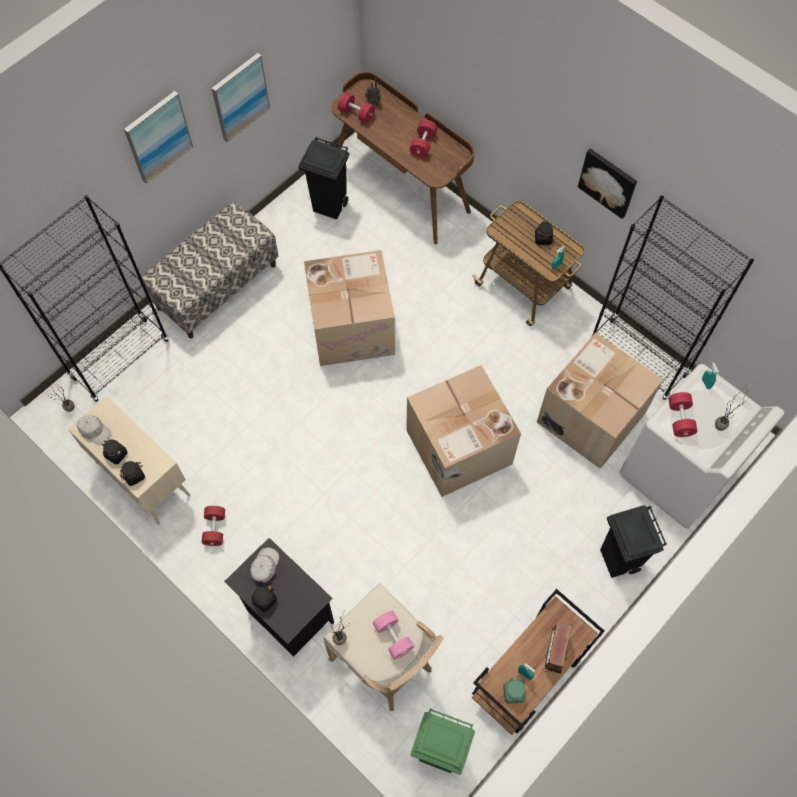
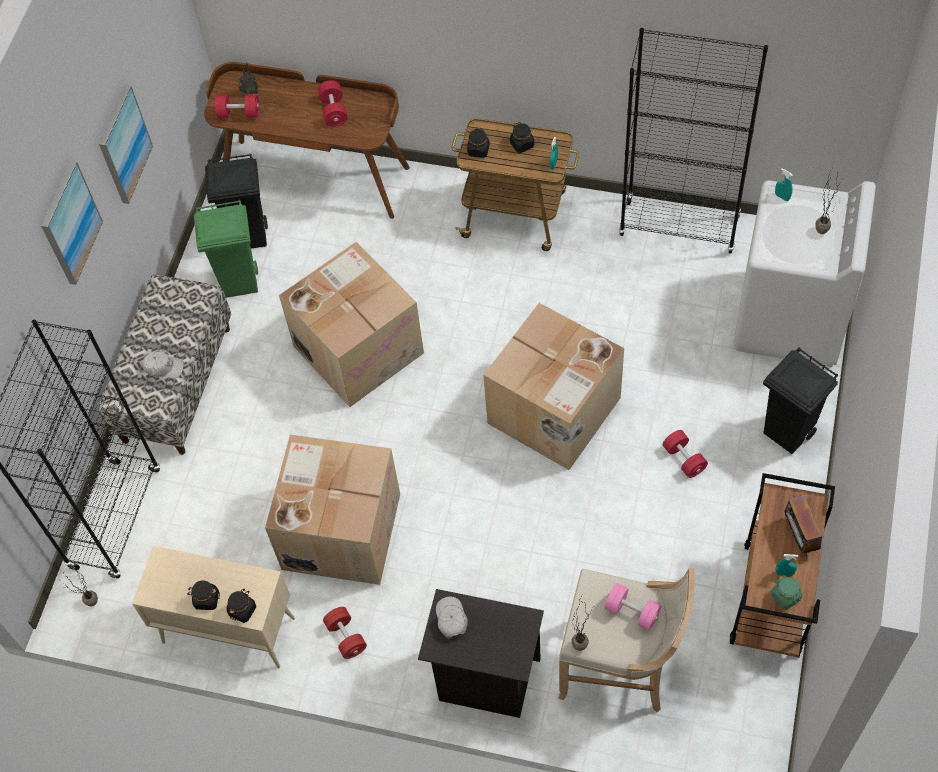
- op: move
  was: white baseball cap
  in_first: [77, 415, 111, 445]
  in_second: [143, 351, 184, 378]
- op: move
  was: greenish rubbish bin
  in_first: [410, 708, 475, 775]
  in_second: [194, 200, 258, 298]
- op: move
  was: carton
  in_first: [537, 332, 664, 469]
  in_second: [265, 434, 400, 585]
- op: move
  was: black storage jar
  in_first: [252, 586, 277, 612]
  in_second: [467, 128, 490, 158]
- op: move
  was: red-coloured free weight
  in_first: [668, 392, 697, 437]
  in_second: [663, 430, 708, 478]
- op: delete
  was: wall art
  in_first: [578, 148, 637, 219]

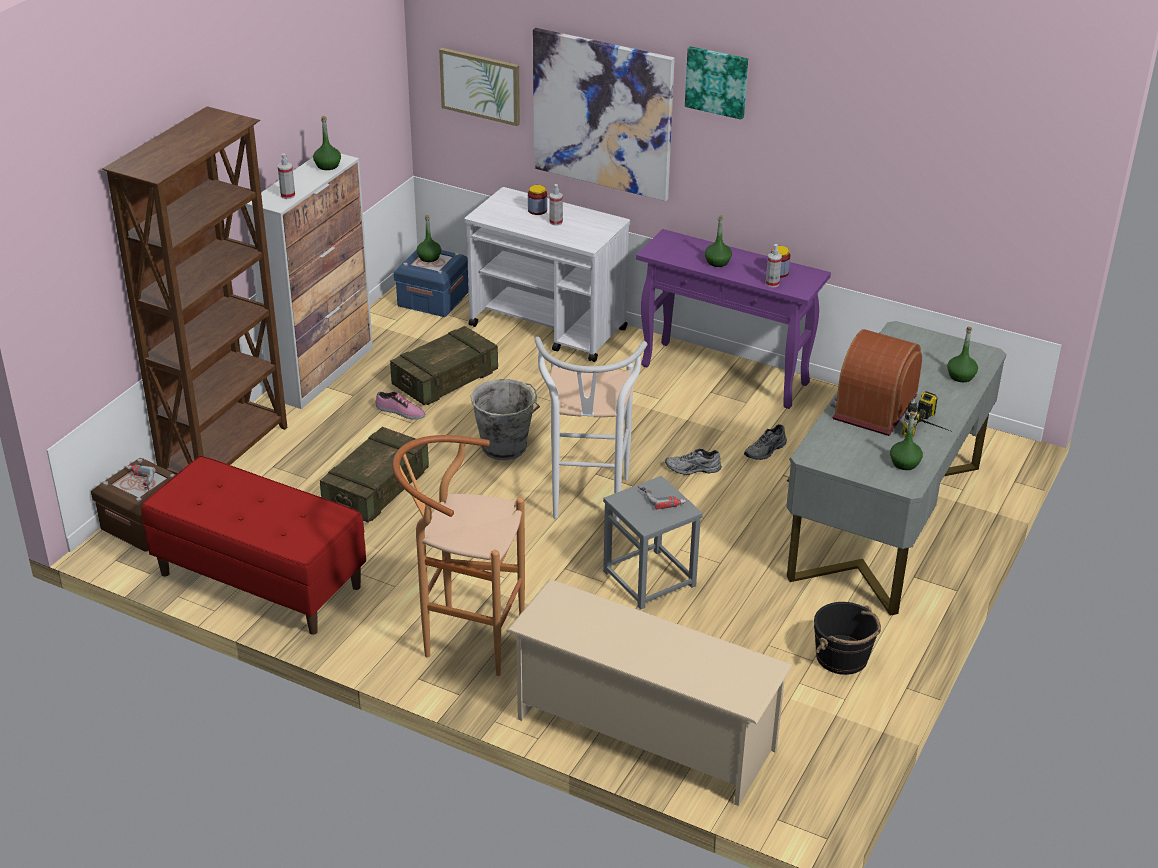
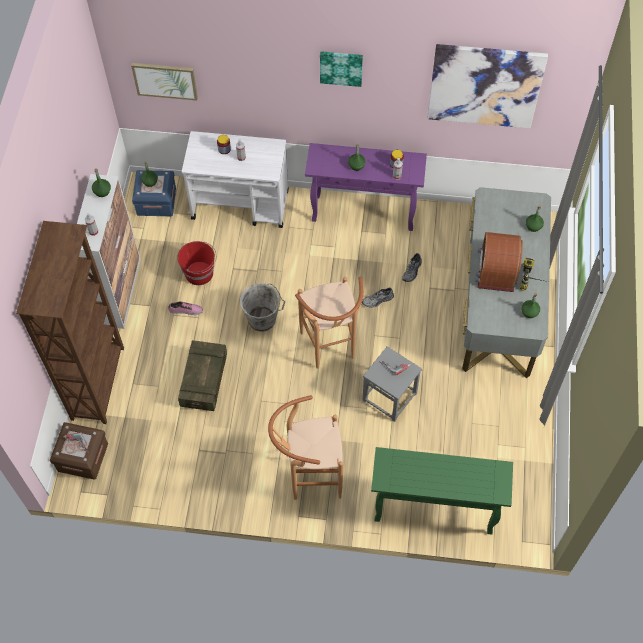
- op: replace
  was: crate
  now: red-coloured pail
  in_first: [390, 326, 498, 405]
  in_second: [177, 241, 217, 285]
- op: recolor
  was: white sitting stool
  now: brown sitting stool
  in_first: [534, 337, 647, 522]
  in_second: [295, 277, 364, 369]
- op: replace
  was: sand-coloured shoe shelf
  now: greenish hall table
  in_first: [507, 579, 792, 806]
  in_second: [371, 447, 513, 535]
- op: move
  was: wall art
  in_first: [533, 28, 675, 201]
  in_second: [427, 44, 548, 128]
- op: delete
  was: red-coloured indoor bench
  in_first: [142, 456, 366, 635]
- op: delete
  was: black pail
  in_first: [814, 602, 881, 675]

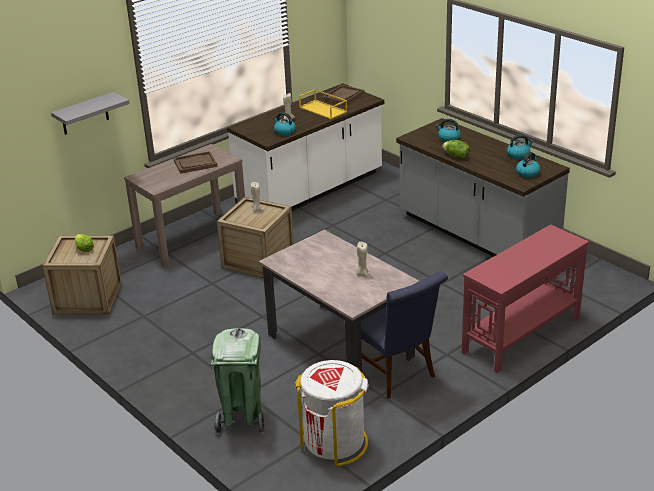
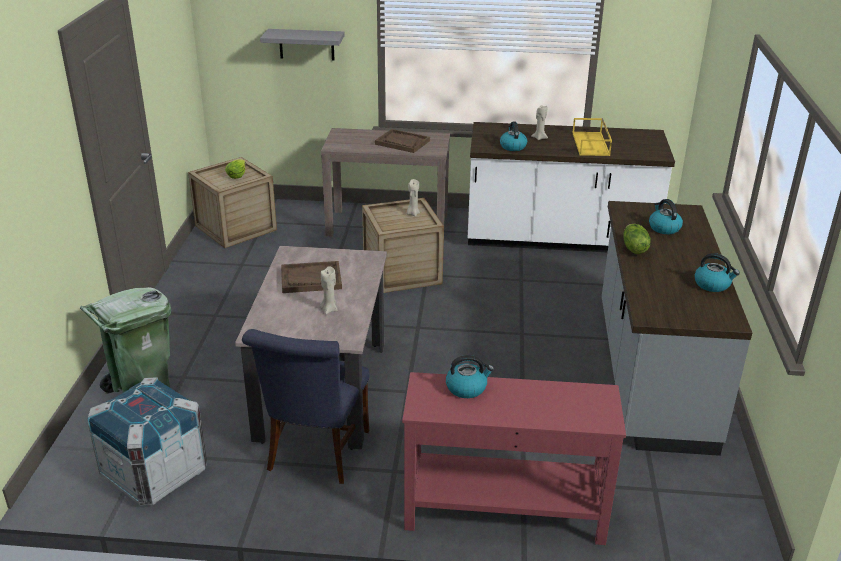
- op: replace
  was: white rubbish bin
  now: crate
  in_first: [295, 360, 369, 467]
  in_second: [87, 377, 207, 506]
- op: move
  was: brown serving tray
  in_first: [322, 85, 364, 105]
  in_second: [281, 261, 342, 293]
- op: move
  was: tea kettle
  in_first: [516, 152, 541, 178]
  in_second: [446, 355, 494, 398]

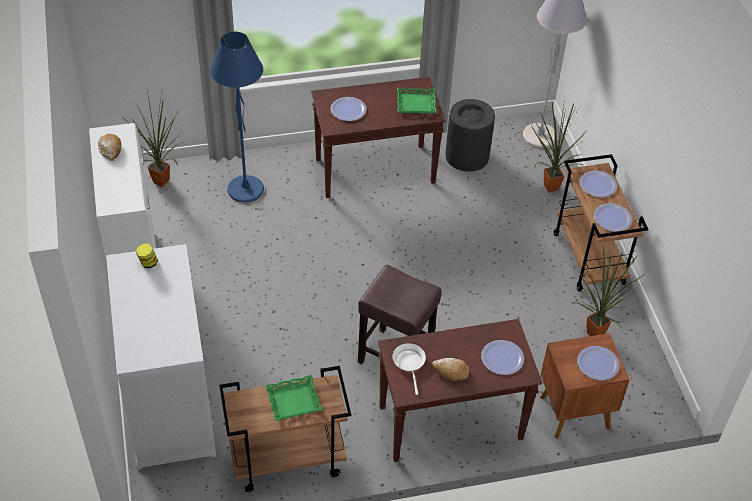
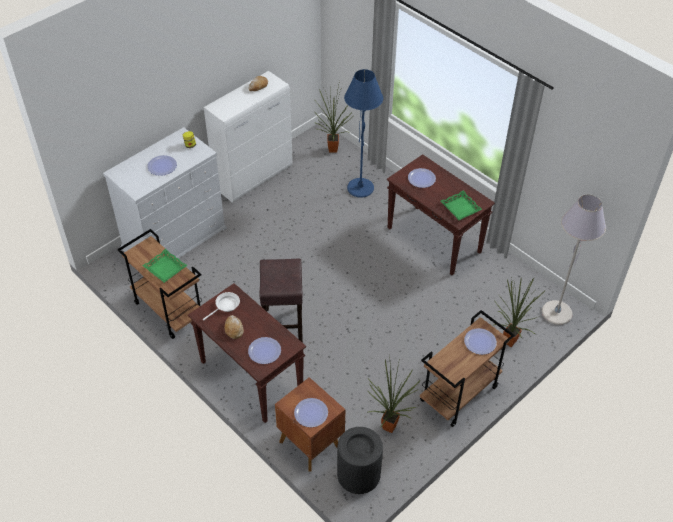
- op: move
  was: plate
  in_first: [594, 203, 632, 232]
  in_second: [147, 155, 177, 176]
- op: move
  was: black rubbish bin
  in_first: [445, 99, 495, 172]
  in_second: [337, 427, 383, 494]

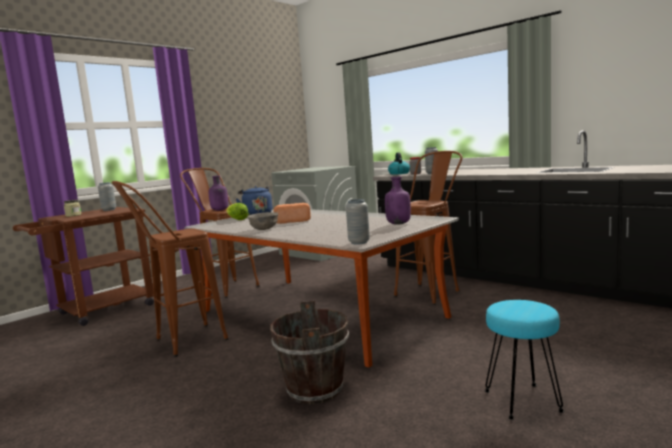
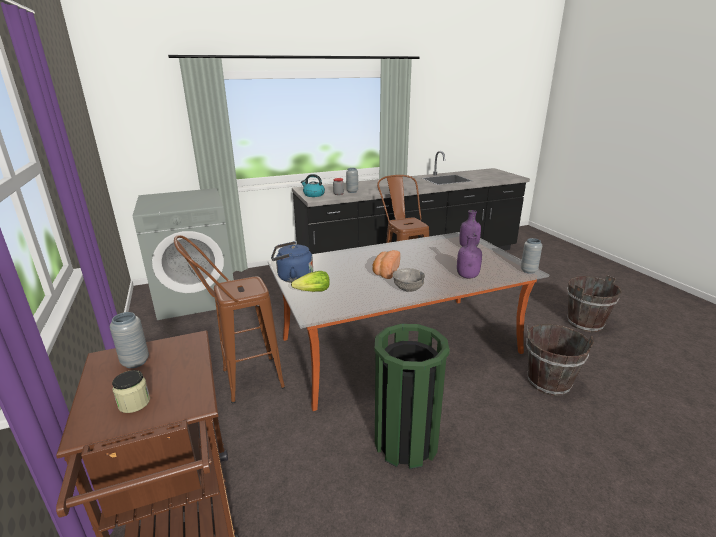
- op: replace
  was: brown sitting stool
  now: greenish rubbish bin
  in_first: [112, 181, 228, 357]
  in_second: [375, 324, 450, 469]
- op: move
  was: purple-coloured beverage bottle
  in_first: [209, 176, 228, 211]
  in_second: [457, 234, 482, 278]
- op: replace
  was: turquoise-coloured sitting stool
  now: brown pail
  in_first: [485, 300, 564, 420]
  in_second: [567, 275, 622, 332]

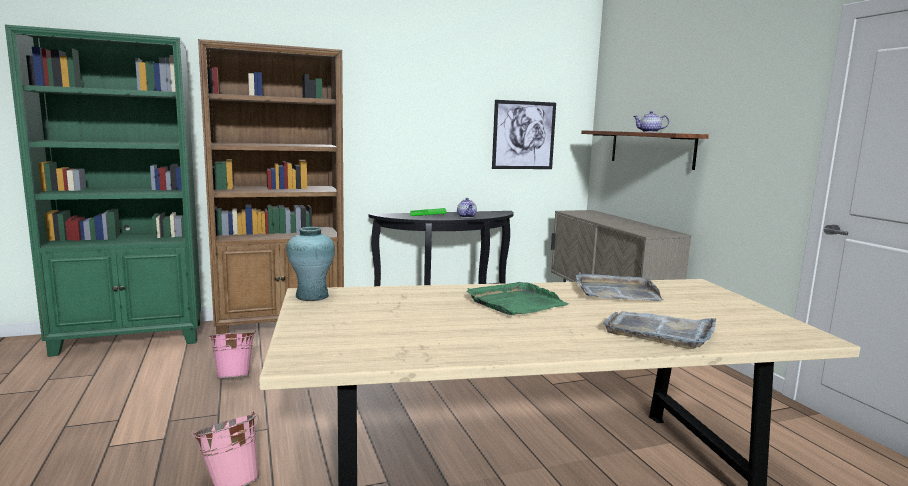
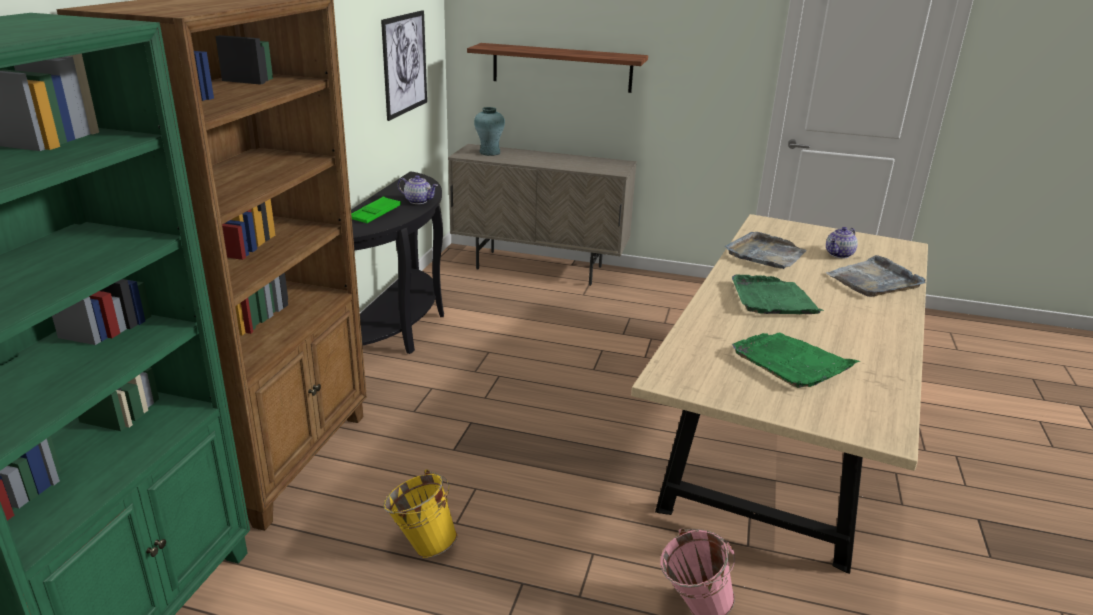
- op: recolor
  was: pink pail
  now: yellow-coloured pail
  in_first: [208, 330, 256, 378]
  in_second: [383, 470, 457, 558]
- op: move
  was: turquoise-coloured vase
  in_first: [286, 227, 335, 301]
  in_second: [474, 107, 505, 156]
- op: insert
  now: greenish serving tray
  in_second: [732, 332, 860, 388]
- op: move
  was: pot for tea
  in_first: [633, 111, 669, 132]
  in_second: [826, 227, 858, 258]

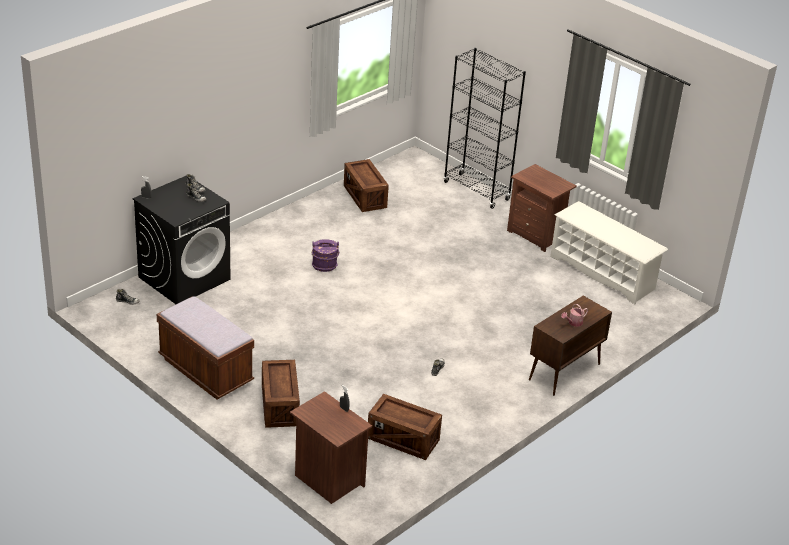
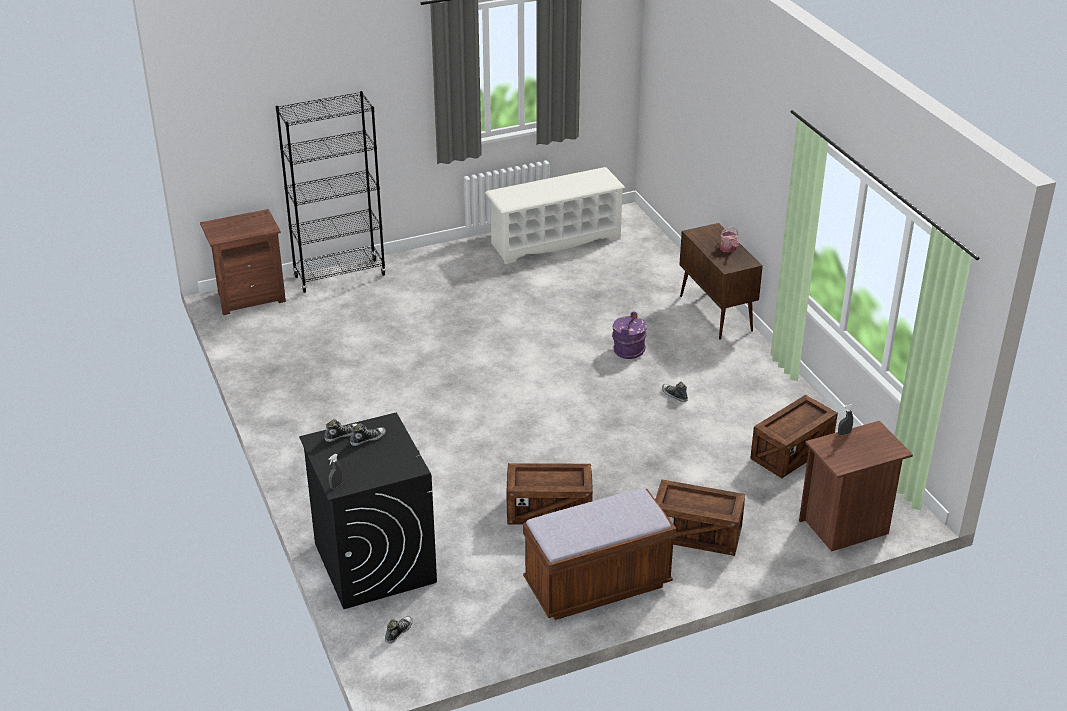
- op: move
  was: brown night table
  in_first: [507, 164, 577, 252]
  in_second: [200, 209, 286, 315]
- op: move
  was: crate
  in_first: [344, 159, 389, 212]
  in_second: [507, 463, 593, 525]
- op: move
  was: purple-coloured pail
  in_first: [312, 239, 339, 272]
  in_second: [612, 312, 647, 359]

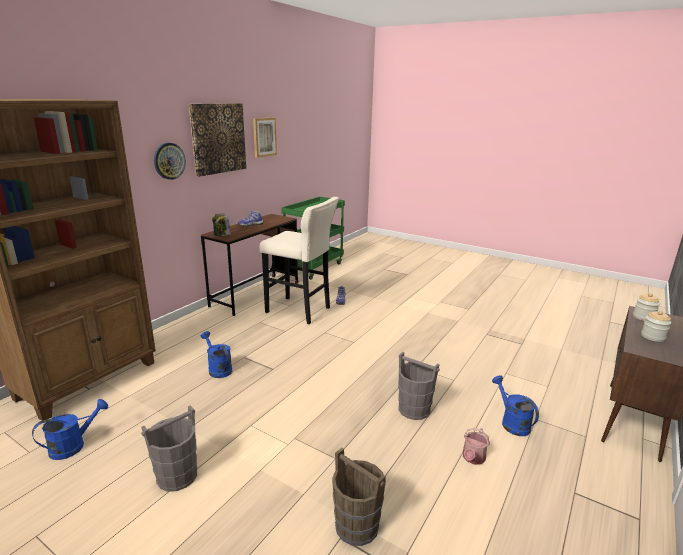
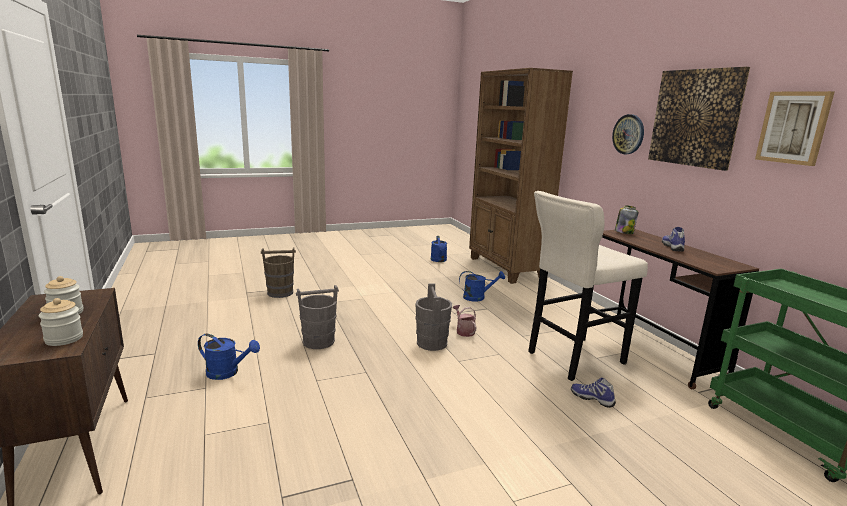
- op: move
  was: grey pail
  in_first: [141, 405, 197, 492]
  in_second: [416, 283, 452, 351]
- op: move
  was: watering pot
  in_first: [463, 428, 490, 465]
  in_second: [453, 305, 477, 337]

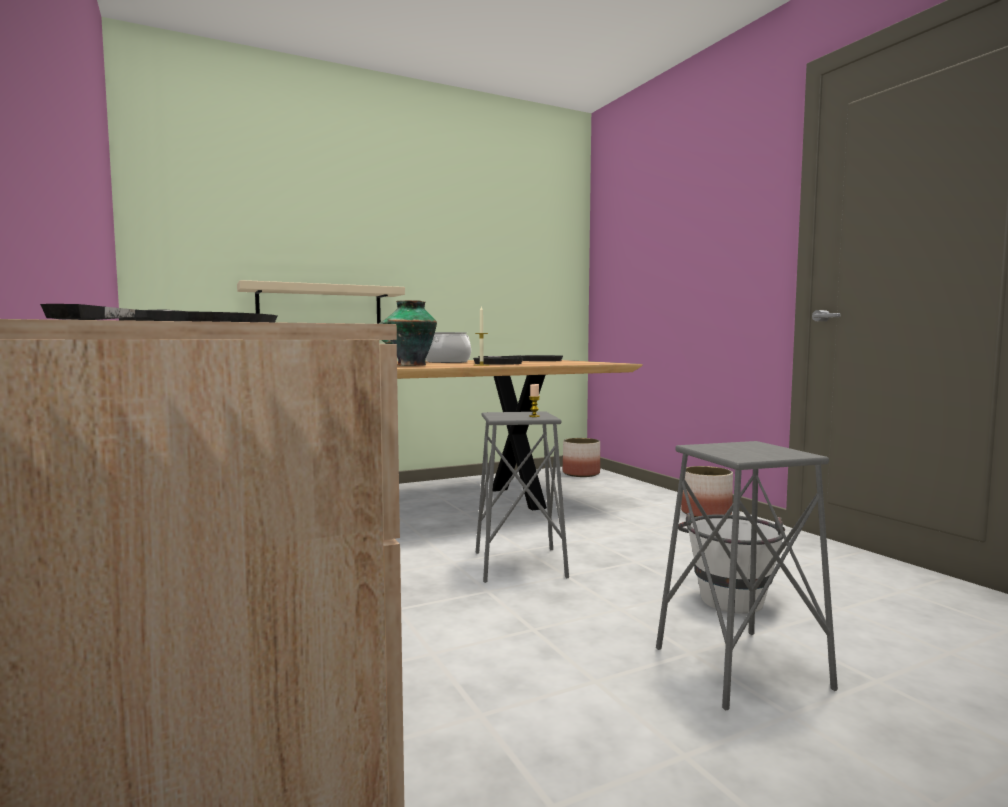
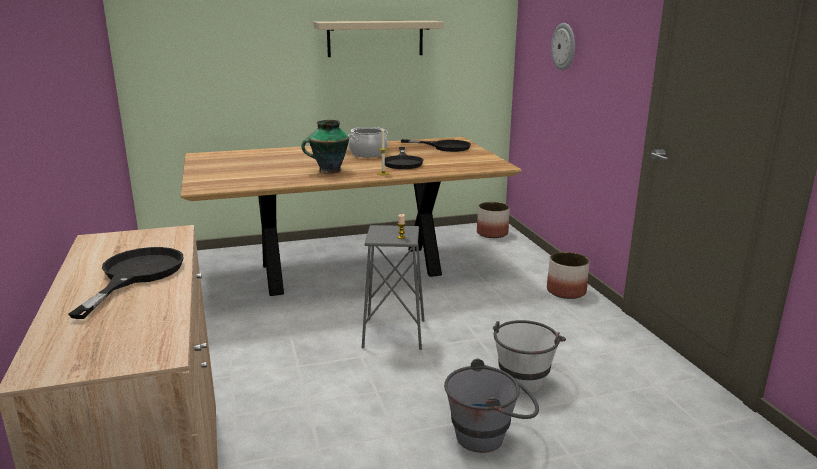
- op: move
  was: sand-coloured shelf
  in_first: [237, 280, 405, 324]
  in_second: [314, 21, 444, 57]
- op: replace
  was: grey sitting stool
  now: grey pail
  in_first: [656, 441, 838, 711]
  in_second: [444, 359, 539, 453]
- op: insert
  now: clock on the wall
  in_second: [551, 23, 575, 70]

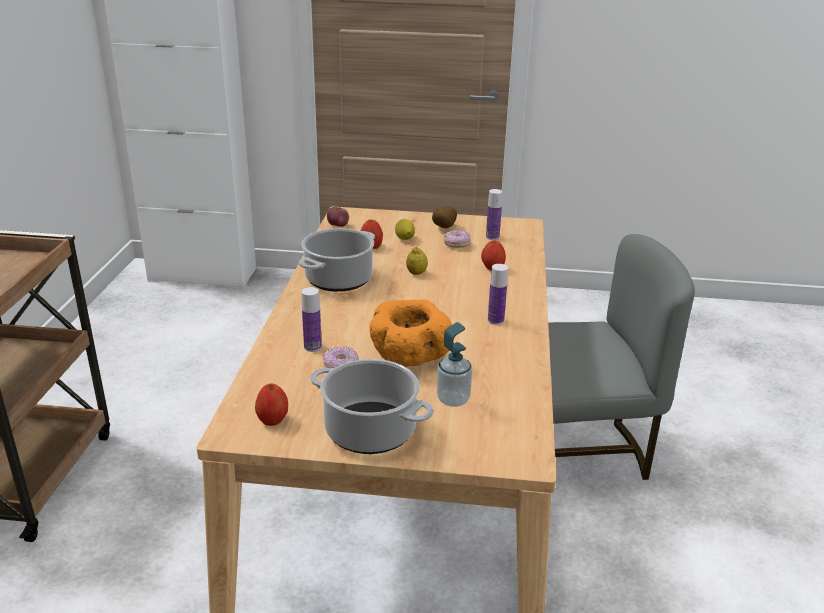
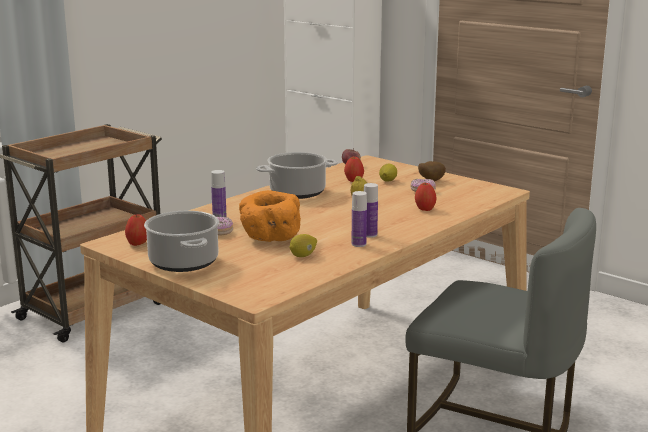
- op: insert
  now: whole lemon
  in_second: [289, 234, 317, 257]
- op: move
  was: beverage bottle
  in_first: [486, 189, 502, 240]
  in_second: [352, 191, 367, 247]
- op: delete
  was: soap dispenser
  in_first: [437, 322, 472, 407]

